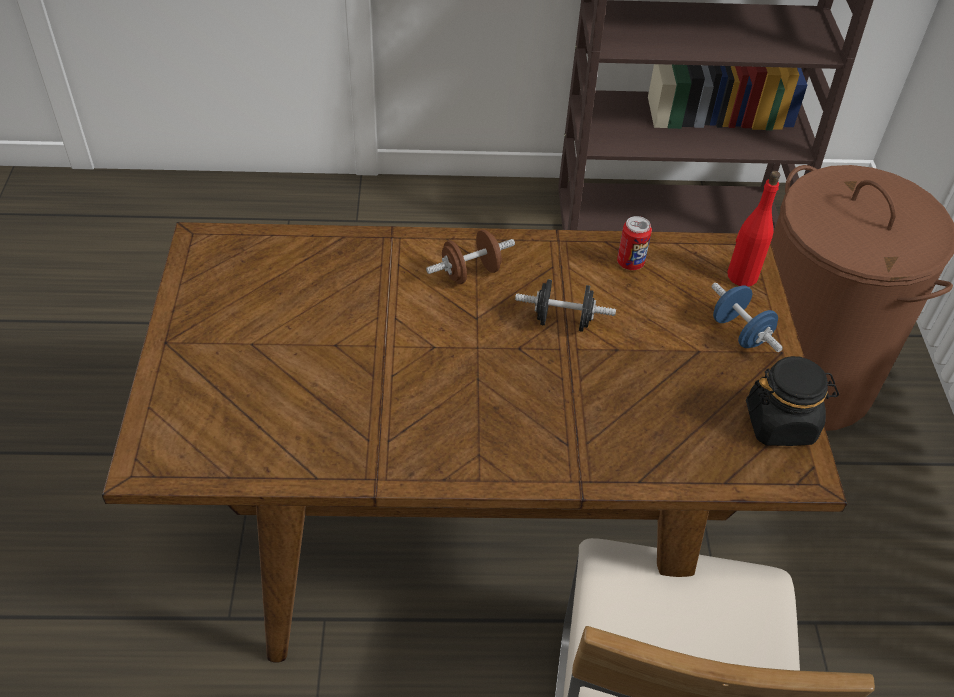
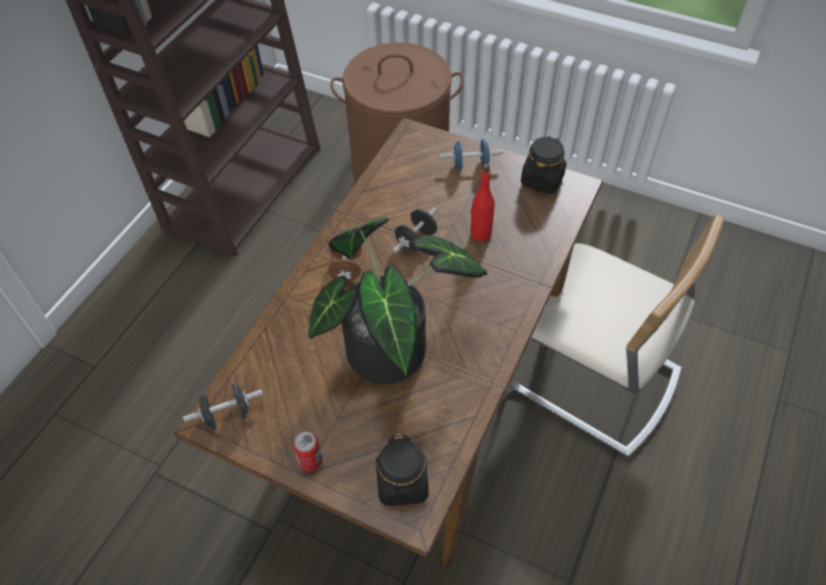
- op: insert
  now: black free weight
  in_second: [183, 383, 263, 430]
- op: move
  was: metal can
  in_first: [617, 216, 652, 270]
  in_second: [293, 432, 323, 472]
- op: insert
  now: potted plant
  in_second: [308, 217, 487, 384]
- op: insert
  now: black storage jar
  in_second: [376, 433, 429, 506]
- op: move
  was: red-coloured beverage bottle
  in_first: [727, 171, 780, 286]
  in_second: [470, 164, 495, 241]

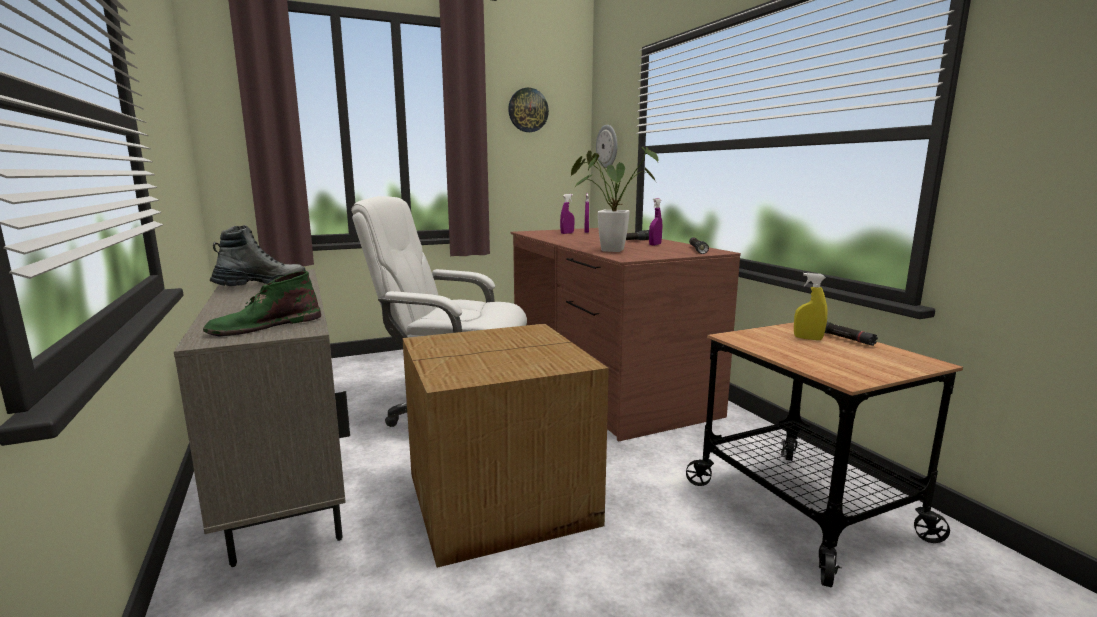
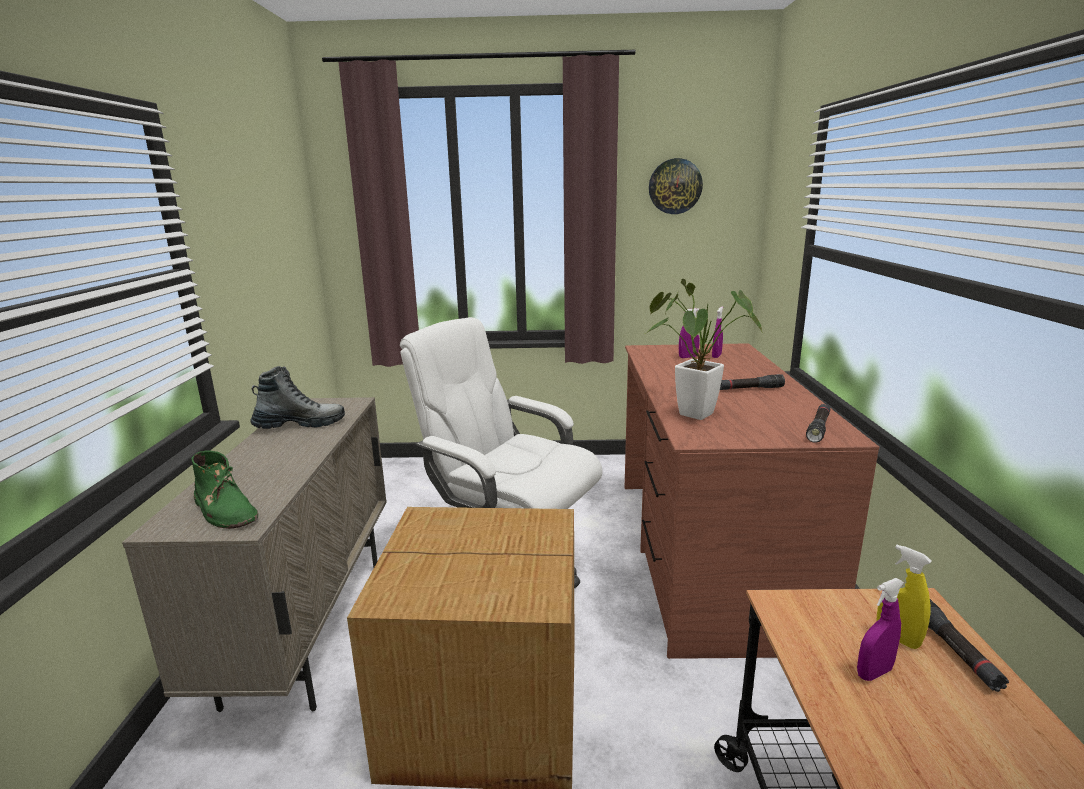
- op: rotate
  was: greenish tall boot
  in_first: [203, 271, 321, 337]
  in_second: [191, 451, 258, 529]
  clockwise: -120
- op: move
  was: purple-coloured spray bottle
  in_first: [649, 198, 662, 245]
  in_second: [857, 578, 904, 681]
- op: delete
  was: clock on the wall
  in_first: [596, 125, 617, 168]

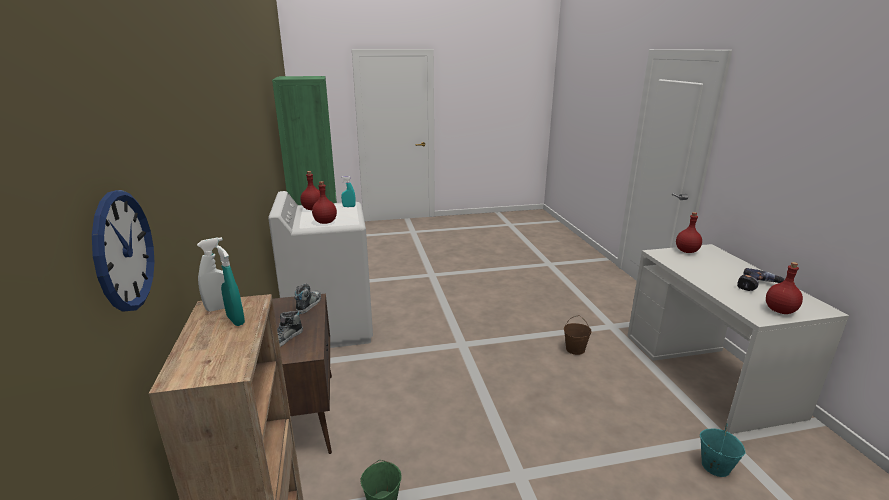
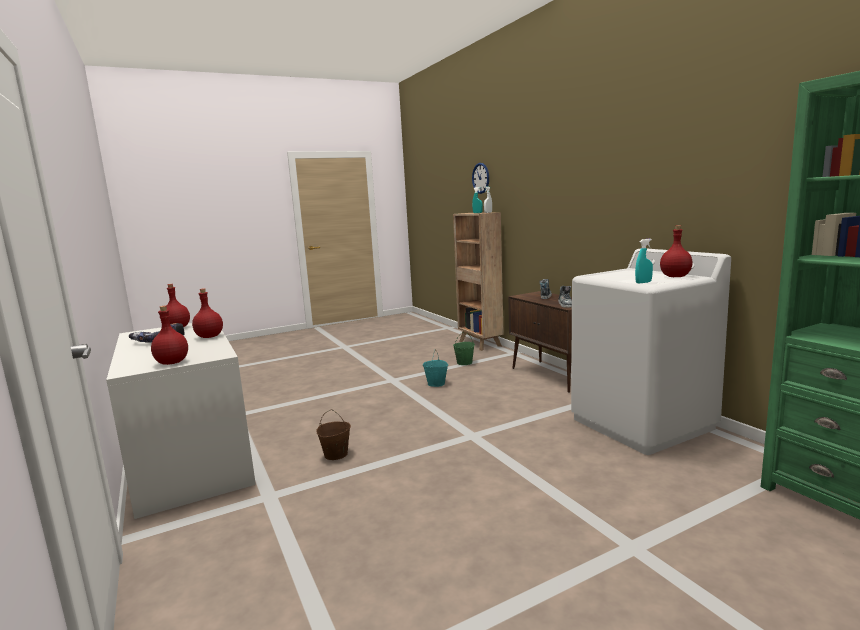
- op: move
  was: red-coloured beverage bottle
  in_first: [312, 181, 337, 224]
  in_second: [192, 288, 223, 338]
- op: move
  was: turquoise-coloured pail
  in_first: [700, 423, 746, 477]
  in_second: [423, 350, 448, 387]

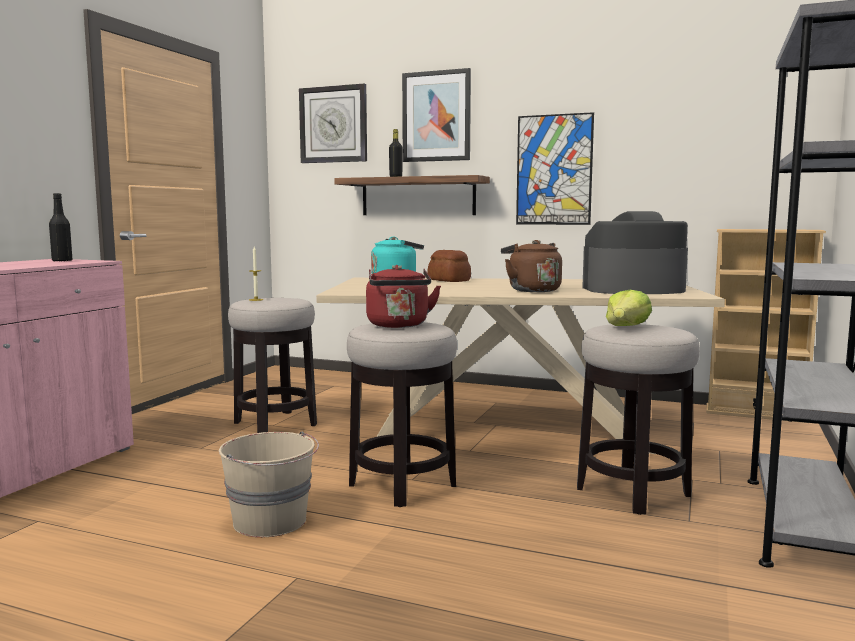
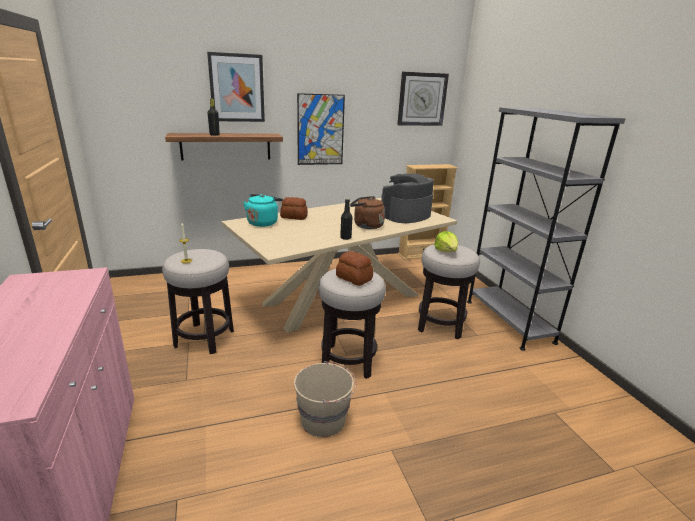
- op: replace
  was: red-coloured tea kettle
  now: bread
  in_first: [366, 265, 441, 328]
  in_second: [336, 251, 373, 286]
- op: move
  was: black beverage bottle
  in_first: [49, 193, 72, 261]
  in_second: [340, 199, 352, 240]
- op: move
  was: clock on the wall
  in_first: [299, 84, 367, 163]
  in_second: [397, 72, 449, 126]

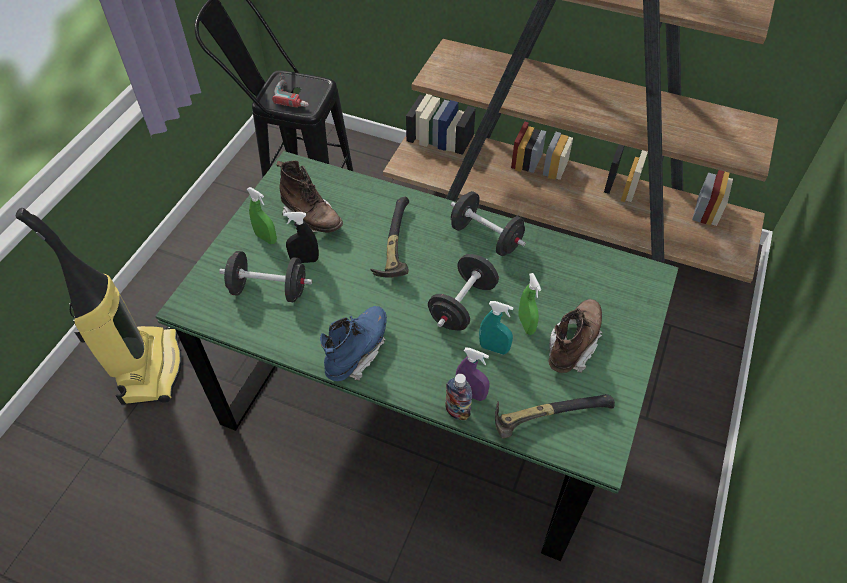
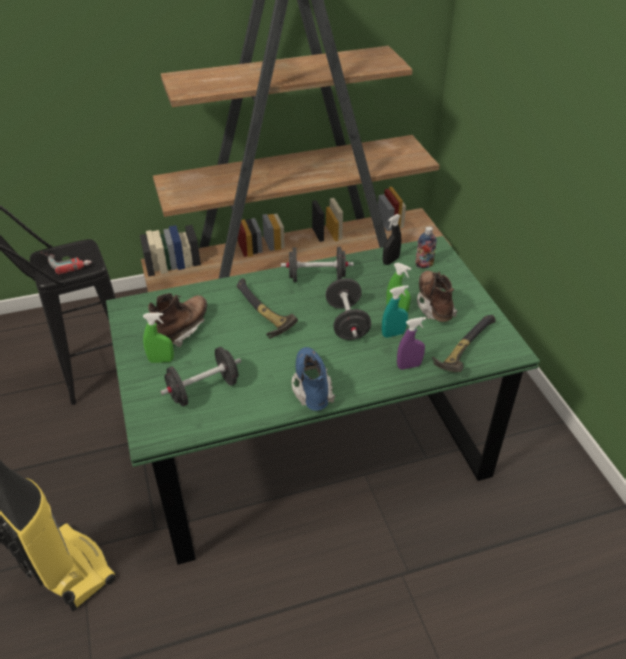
- op: rotate
  was: brown tall boot
  in_first: [276, 161, 343, 233]
  in_second: [148, 293, 207, 347]
  clockwise: -60
- op: move
  was: black spray bottle
  in_first: [283, 212, 319, 263]
  in_second: [383, 214, 401, 265]
- op: move
  was: beverage bottle
  in_first: [445, 374, 472, 420]
  in_second: [415, 226, 437, 268]

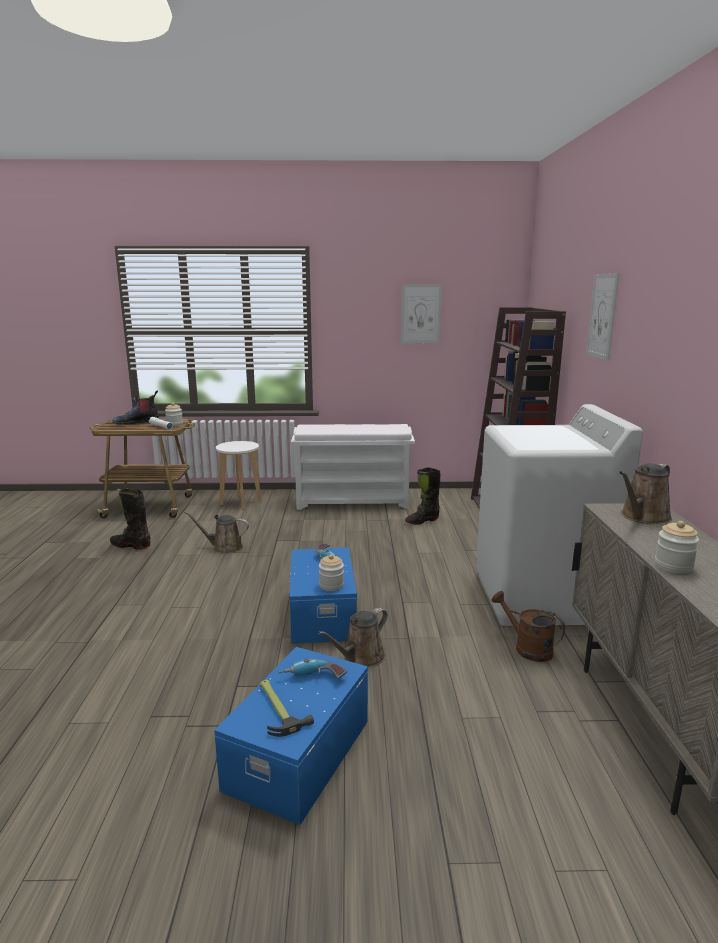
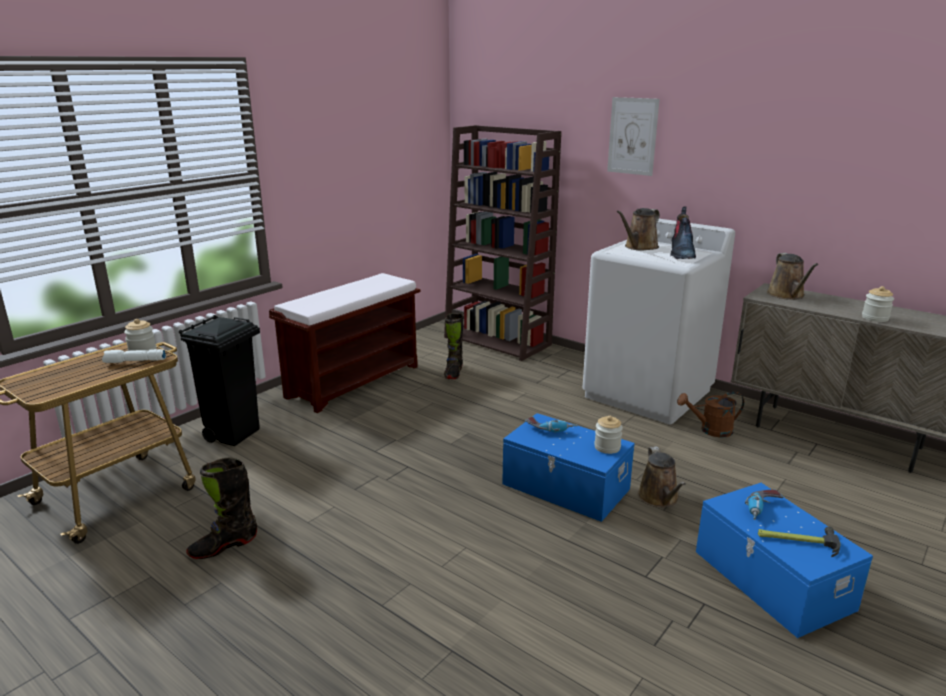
- op: replace
  was: white sitting stool
  now: black rubbish bin
  in_first: [216, 441, 261, 510]
  in_second: [179, 315, 260, 446]
- op: recolor
  was: white indoor bench
  now: brown indoor bench
  in_first: [291, 424, 415, 510]
  in_second: [269, 273, 421, 413]
- op: move
  was: brown watering pot
  in_first: [184, 511, 249, 554]
  in_second: [617, 208, 660, 251]
- op: move
  was: tall boot
  in_first: [112, 390, 159, 425]
  in_second: [670, 207, 696, 259]
- op: delete
  was: wall art
  in_first: [401, 284, 442, 343]

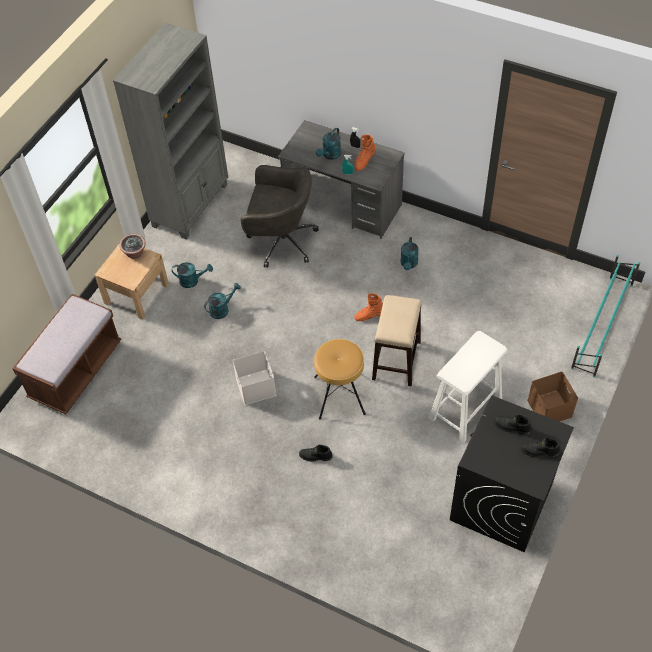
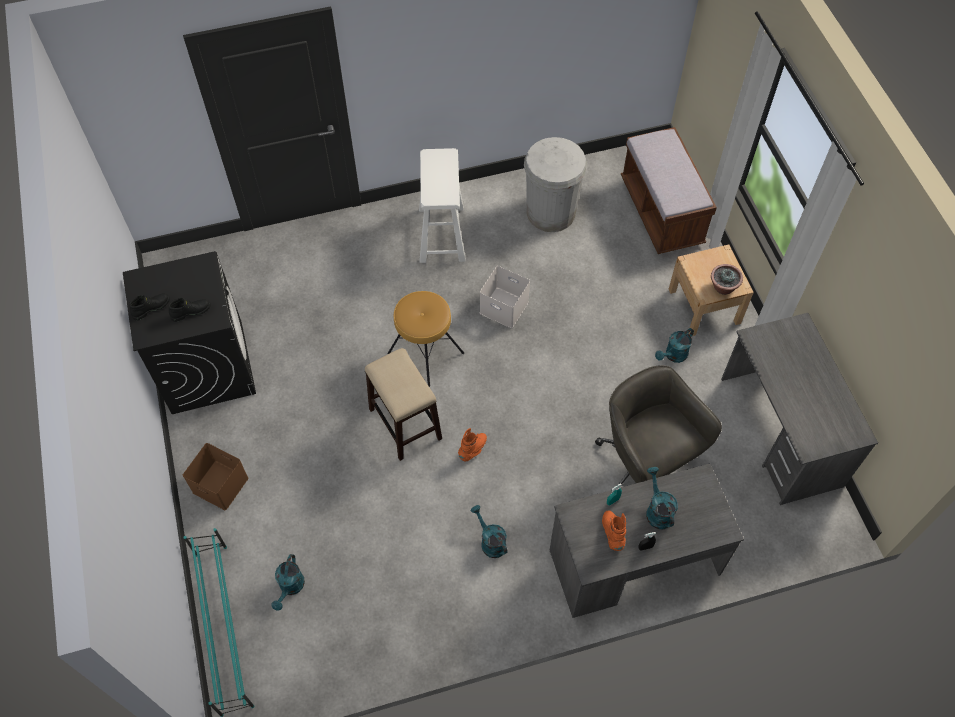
- op: move
  was: turquoise-coloured watering pot
  in_first: [204, 283, 241, 319]
  in_second: [271, 554, 305, 611]
- op: move
  was: white sitting stool
  in_first: [429, 331, 508, 442]
  in_second: [419, 148, 466, 263]
- op: insert
  now: white rubbish bin
  in_second: [524, 137, 587, 232]
- op: rotate
  was: grey computer chair
  in_first: [240, 165, 319, 268]
  in_second: [595, 365, 722, 485]
  clockwise: 90
- op: replace
  was: grey bookcase
  now: grey desk
  in_first: [113, 23, 228, 240]
  in_second: [721, 313, 878, 505]
- op: delete
  was: black tall boot
  in_first: [299, 445, 333, 462]

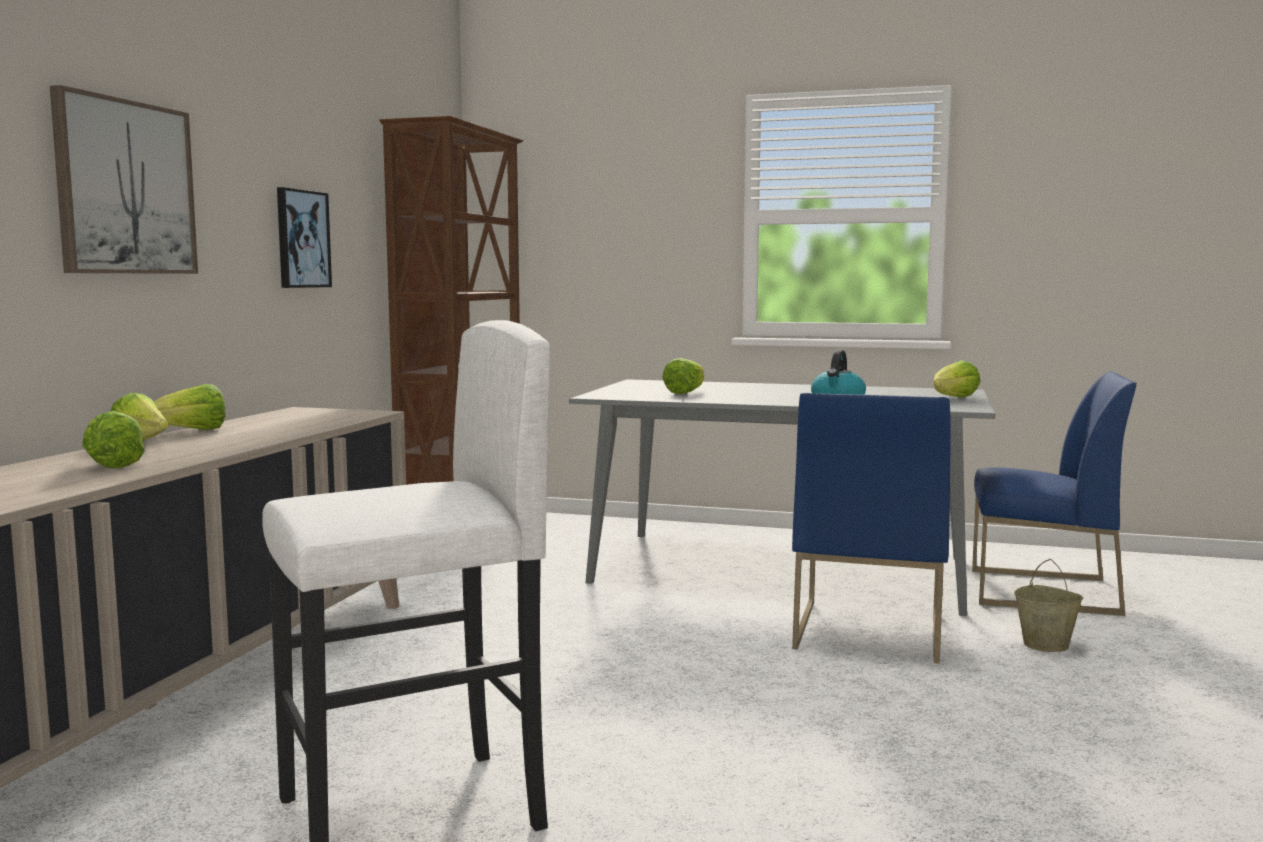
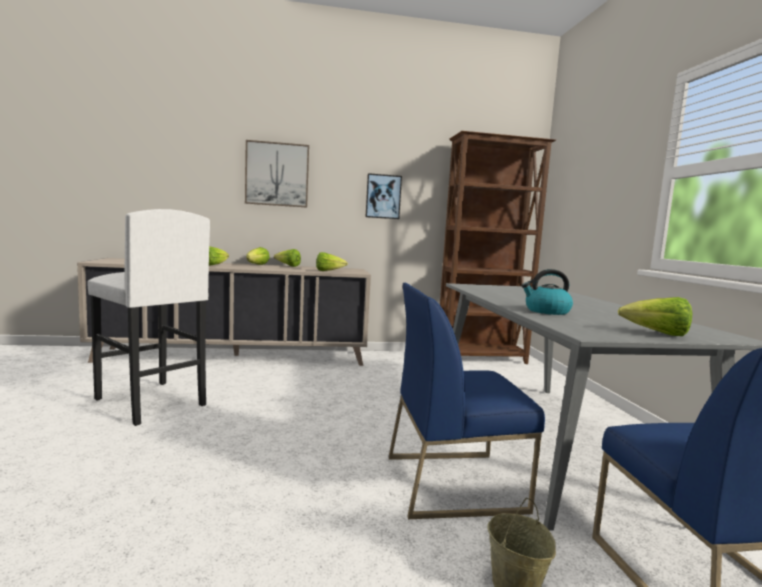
- op: move
  was: lettuce head
  in_first: [662, 358, 704, 394]
  in_second: [316, 252, 348, 271]

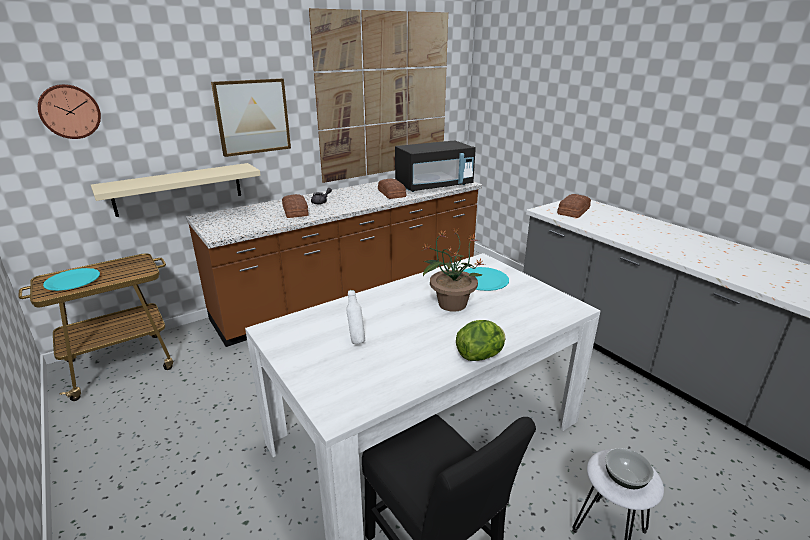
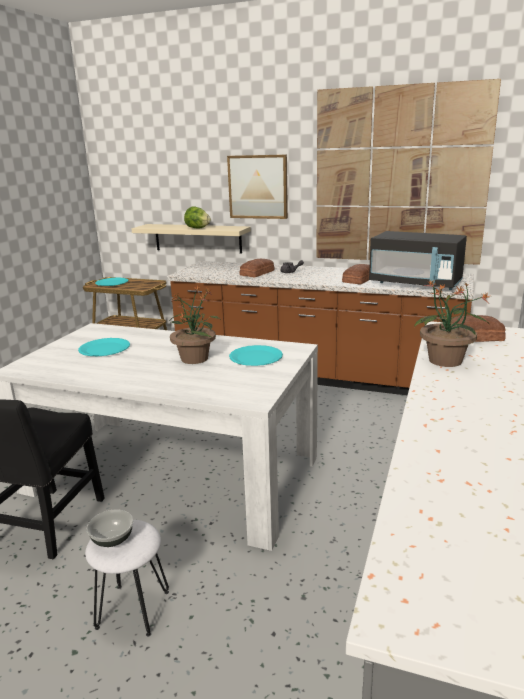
- op: replace
  was: white beverage bottle
  now: turquoise-coloured plate
  in_first: [346, 290, 365, 344]
  in_second: [78, 338, 130, 356]
- op: move
  was: lettuce head
  in_first: [456, 320, 505, 361]
  in_second: [184, 206, 211, 228]
- op: insert
  now: potted plant
  in_second: [414, 280, 490, 367]
- op: delete
  was: clock on the wall
  in_first: [38, 84, 101, 139]

